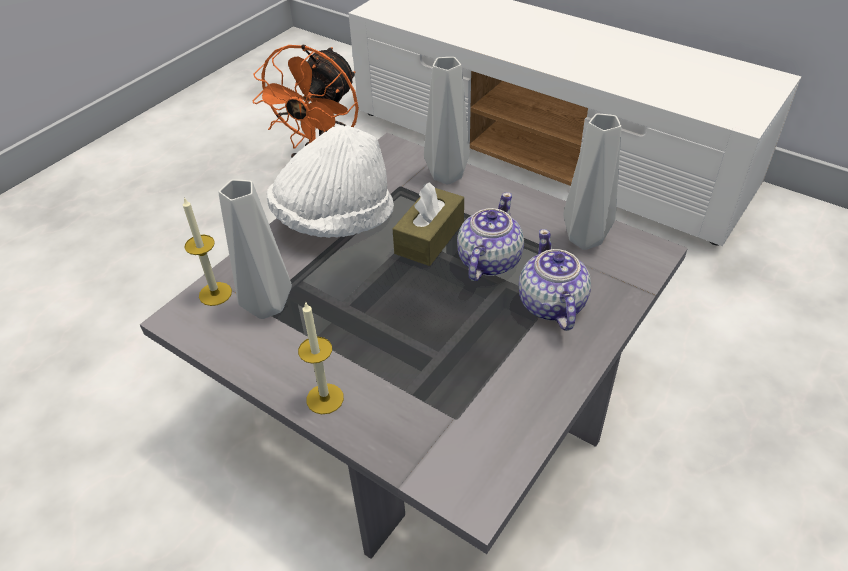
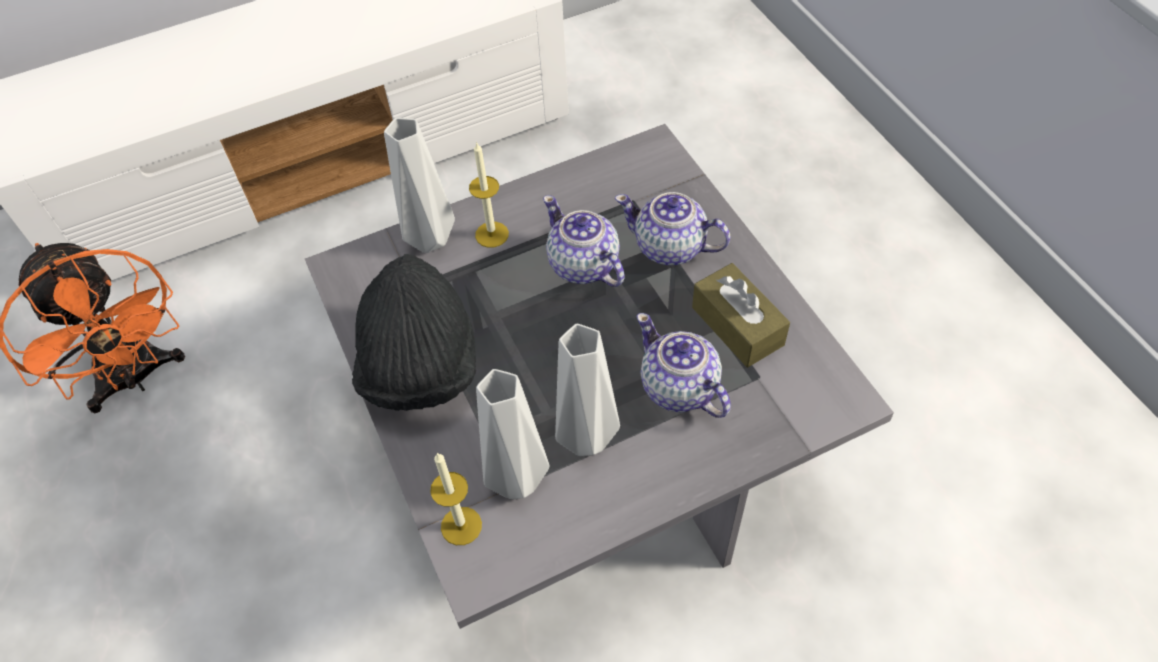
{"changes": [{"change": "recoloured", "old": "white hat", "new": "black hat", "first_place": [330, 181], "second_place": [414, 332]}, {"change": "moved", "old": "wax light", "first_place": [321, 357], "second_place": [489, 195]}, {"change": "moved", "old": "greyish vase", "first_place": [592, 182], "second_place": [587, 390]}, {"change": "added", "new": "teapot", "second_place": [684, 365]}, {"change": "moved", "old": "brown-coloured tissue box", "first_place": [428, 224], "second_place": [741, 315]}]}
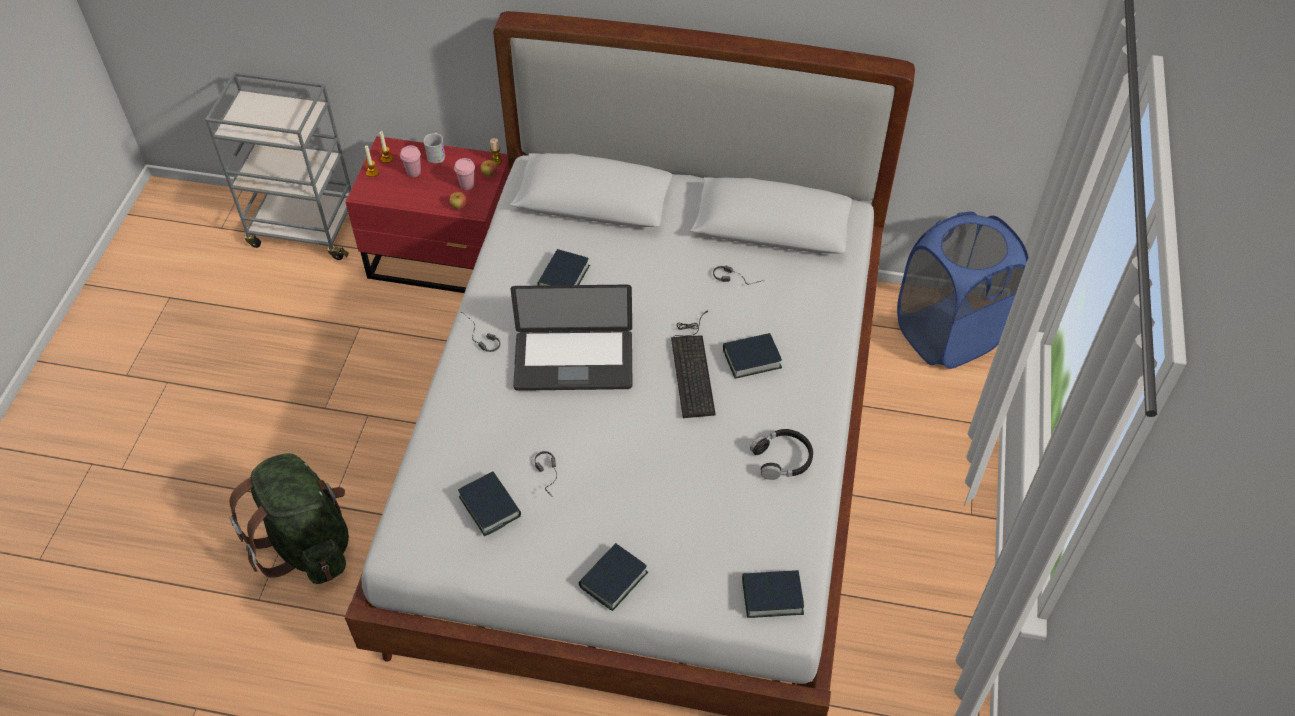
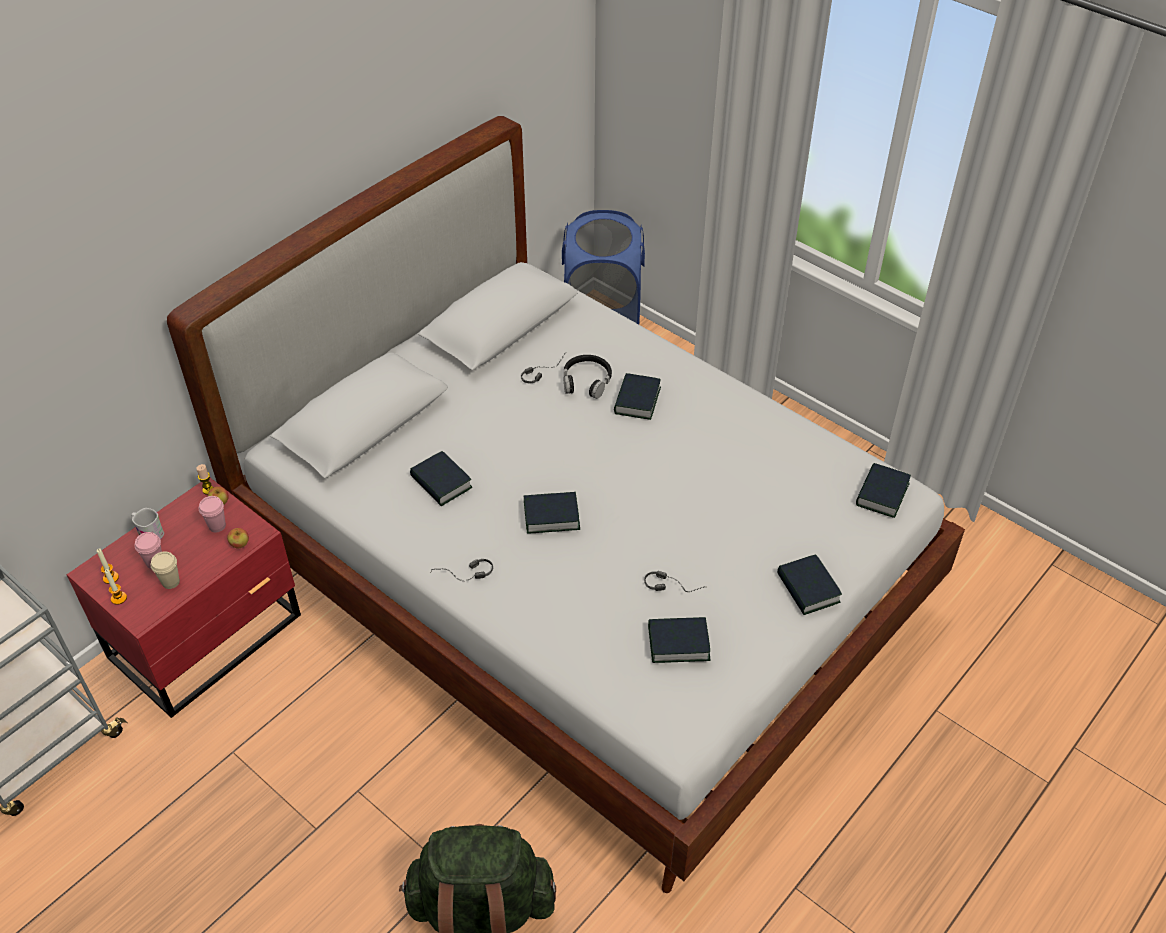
{"changes": [{"change": "added", "new": "beige drinking cup", "second_place": [165, 570]}, {"change": "replaced", "old": "notebook computer", "new": "book", "first_place": [572, 338], "second_place": [552, 513]}, {"change": "moved", "old": "black pair of headphones", "first_place": [781, 454], "second_place": [588, 377]}, {"change": "removed", "old": "computer keyboard", "first_place": [693, 364]}]}
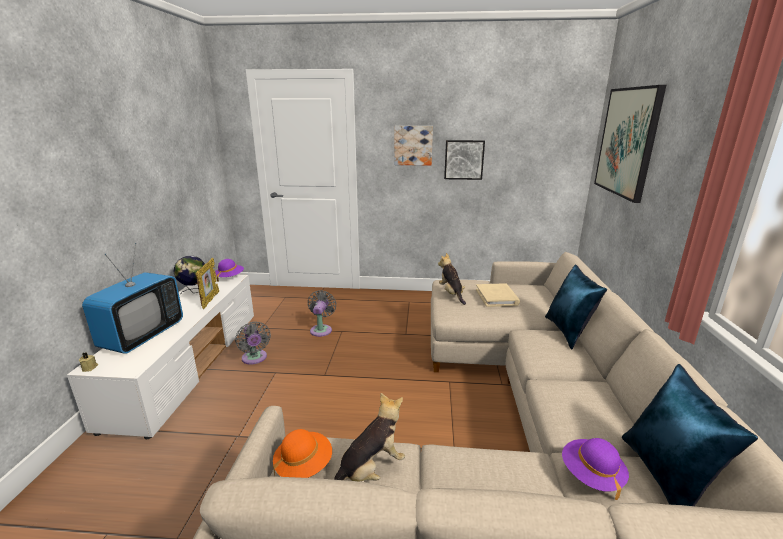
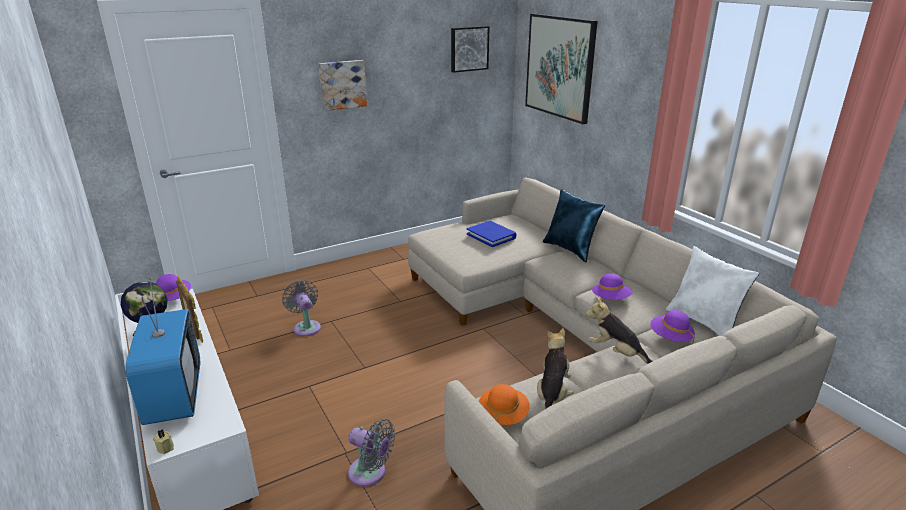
{"changes": [{"change": "moved", "old": "greyish fan", "first_place": [253, 343], "second_place": [371, 453]}, {"change": "moved", "old": "wall picture", "first_place": [464, 160], "second_place": [470, 49]}, {"change": "recoloured", "old": "beige book", "new": "blue book", "first_place": [498, 295], "second_place": [491, 234]}, {"change": "moved", "old": "soft toy", "first_place": [452, 279], "second_place": [619, 330]}, {"change": "added", "new": "purplish hat", "second_place": [612, 286]}, {"change": "recoloured", "old": "blue cushion", "new": "white cushion", "first_place": [690, 435], "second_place": [712, 291]}]}
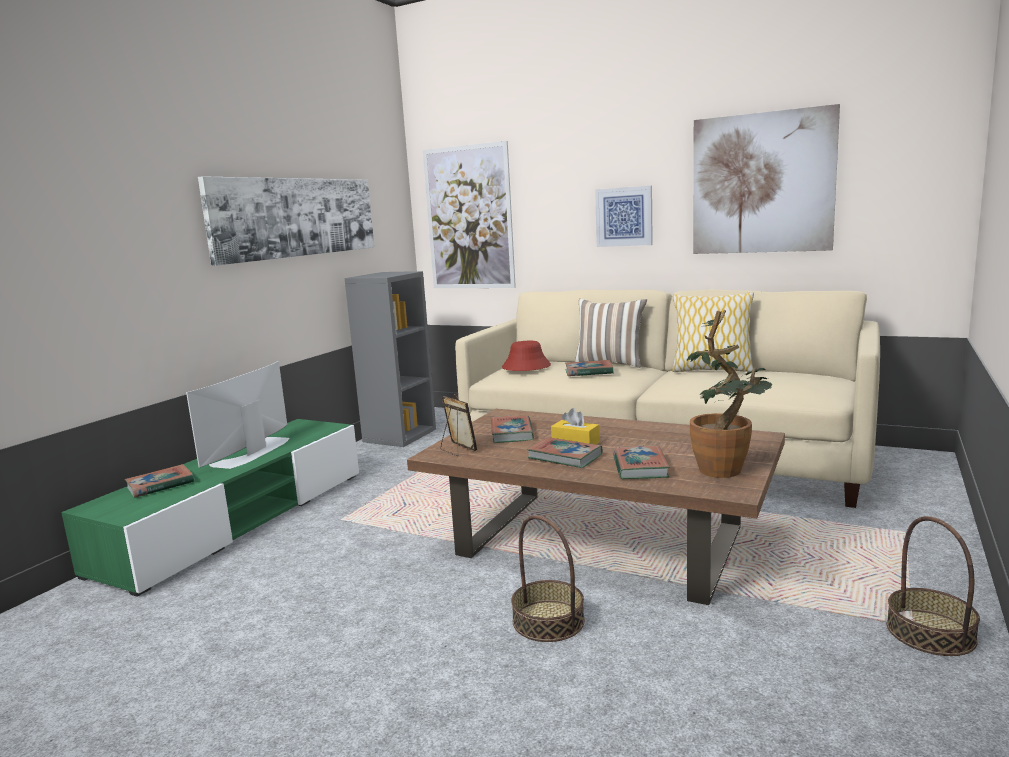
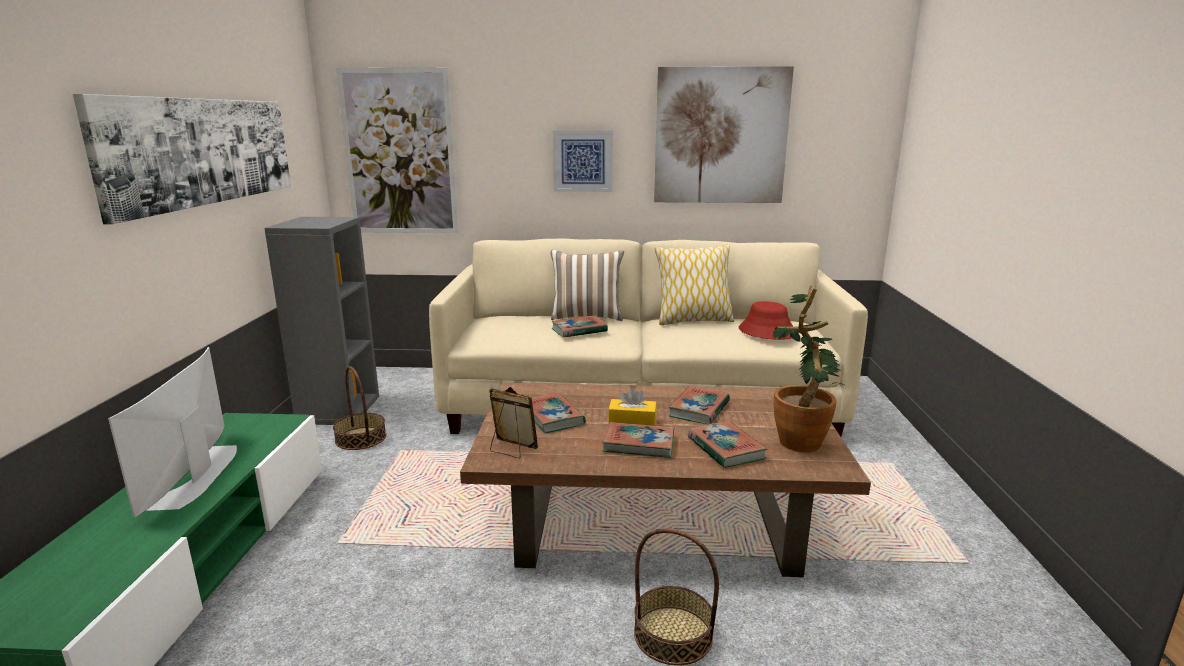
{"changes": [{"change": "moved", "old": "basket", "first_place": [933, 586], "second_place": [359, 408]}, {"change": "moved", "old": "book", "first_place": [159, 481], "second_place": [699, 404]}, {"change": "moved", "old": "reddish hat", "first_place": [526, 356], "second_place": [766, 320]}]}
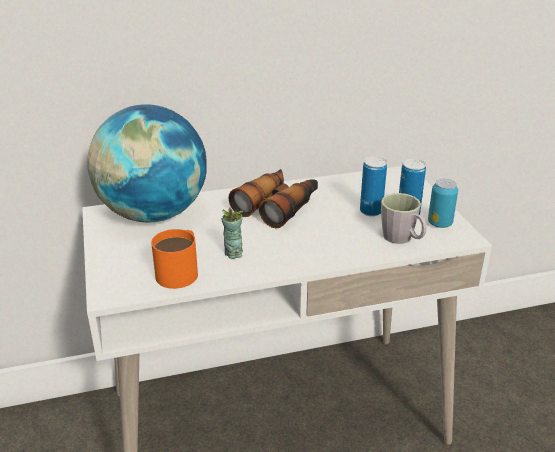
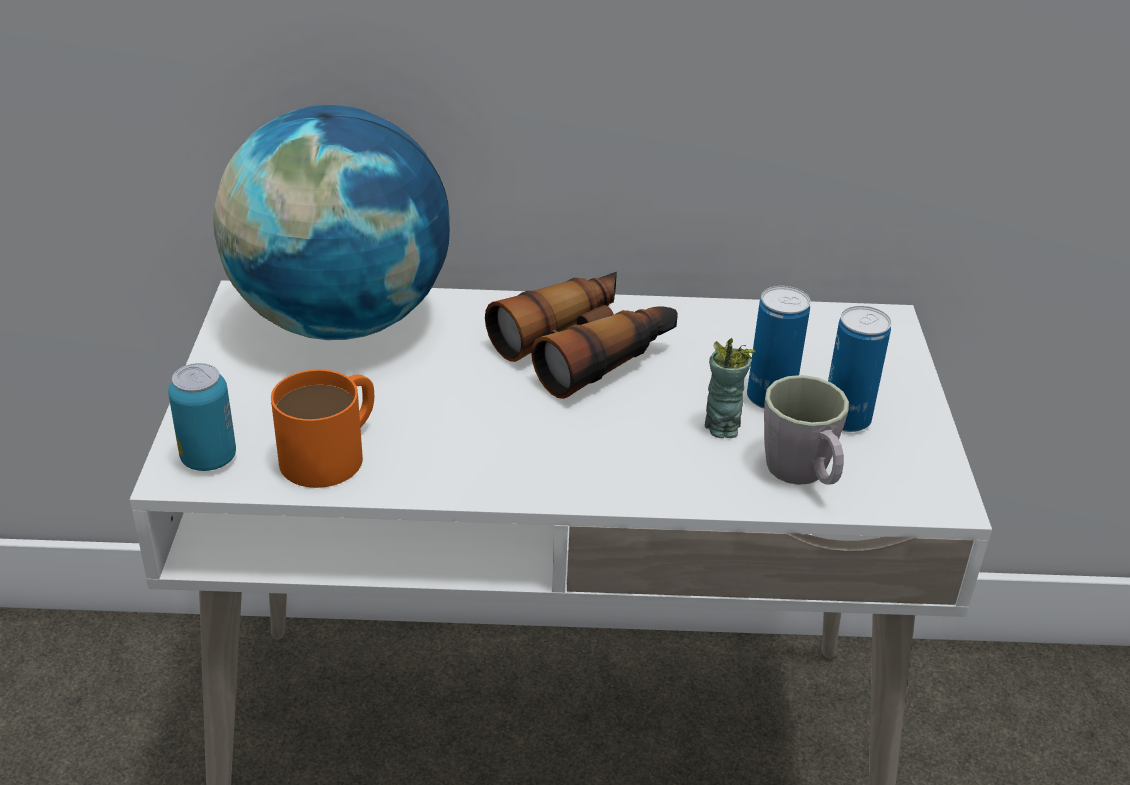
{"changes": [{"change": "moved", "old": "sealed can", "first_place": [443, 203], "second_place": [202, 417]}, {"change": "moved", "old": "drinking cup", "first_place": [233, 233], "second_place": [730, 388]}]}
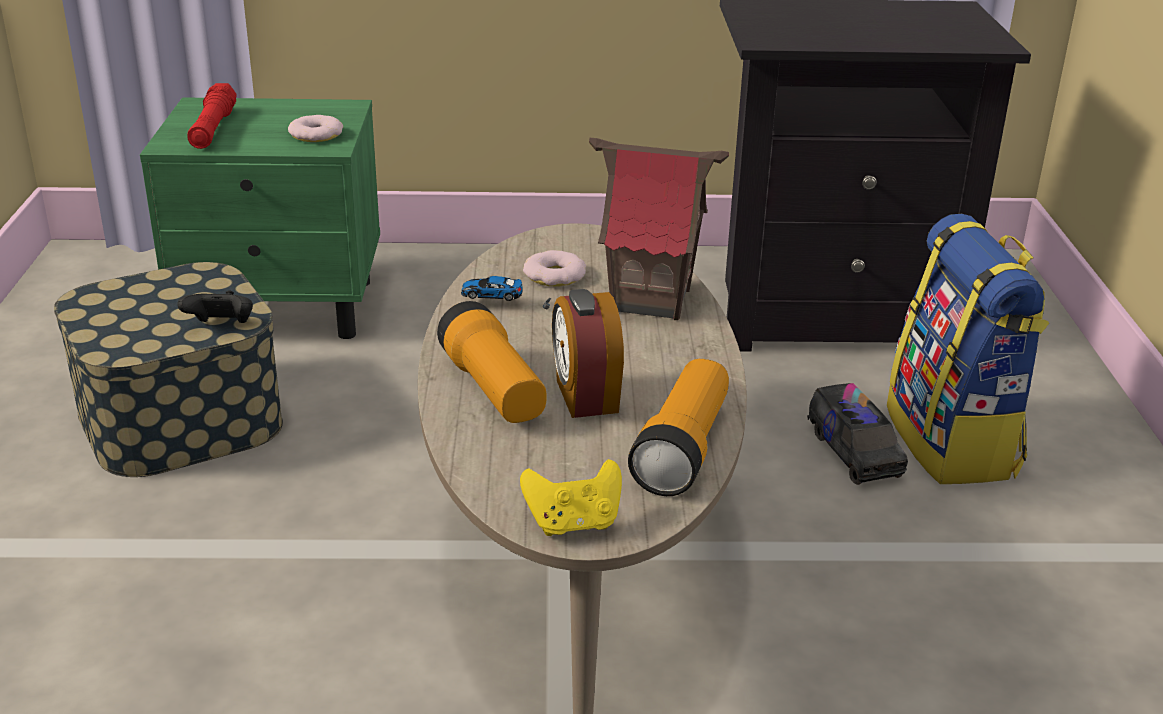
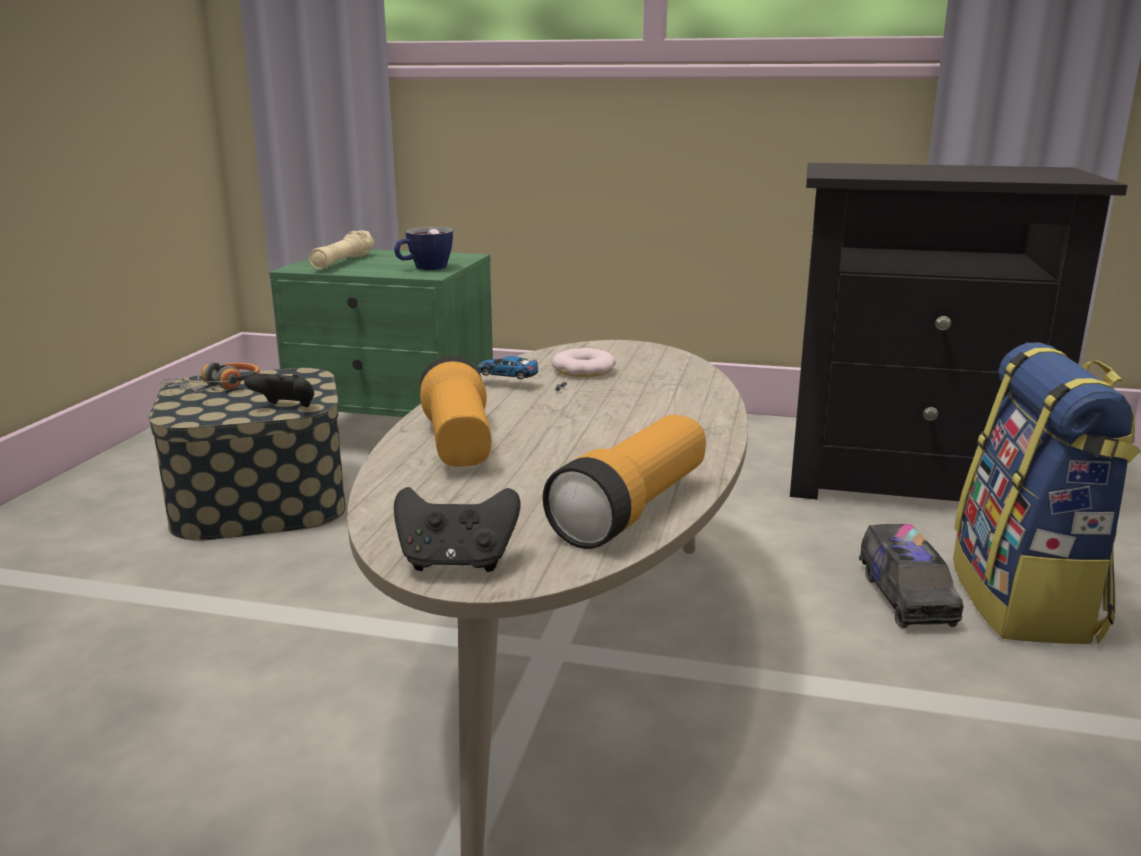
{"changes": [{"change": "added", "new": "pair of headphones", "second_place": [209, 377]}, {"change": "recoloured", "old": "reddish flashlight", "new": "beige flashlight", "first_place": [212, 116], "second_place": [341, 249]}, {"change": "replaced", "old": "ring doughnut", "new": "drinking cup", "first_place": [315, 128], "second_place": [423, 248]}, {"change": "recoloured", "old": "yellow joypad", "new": "black joypad", "first_place": [571, 497], "second_place": [457, 529]}, {"change": "removed", "old": "bedside clock", "first_place": [588, 353]}, {"change": "removed", "old": "toy house", "first_place": [659, 229]}]}
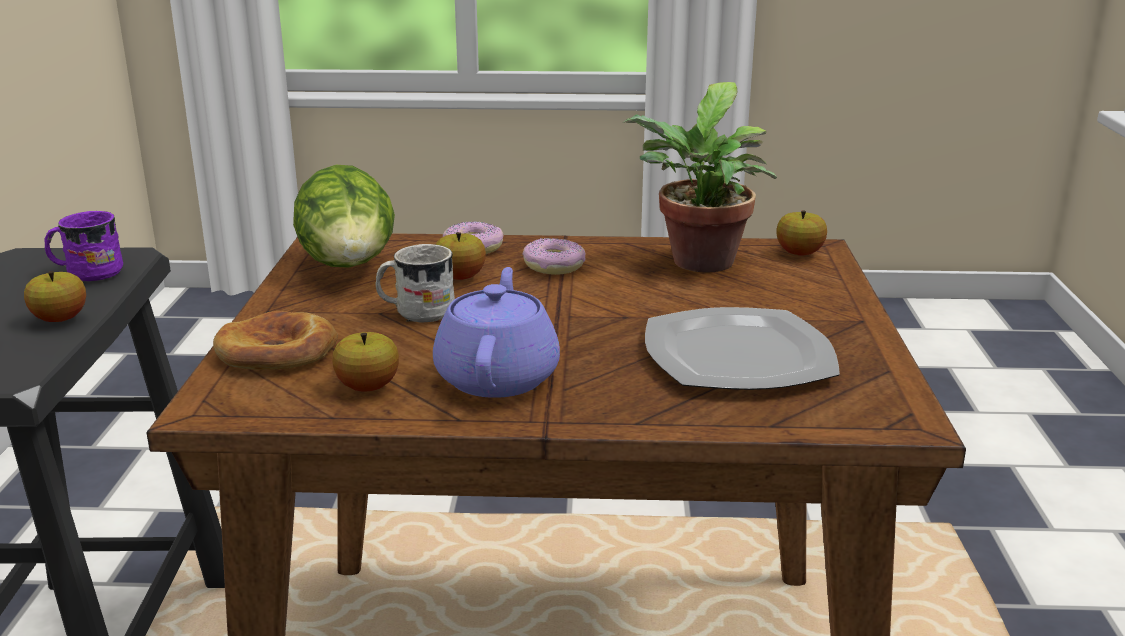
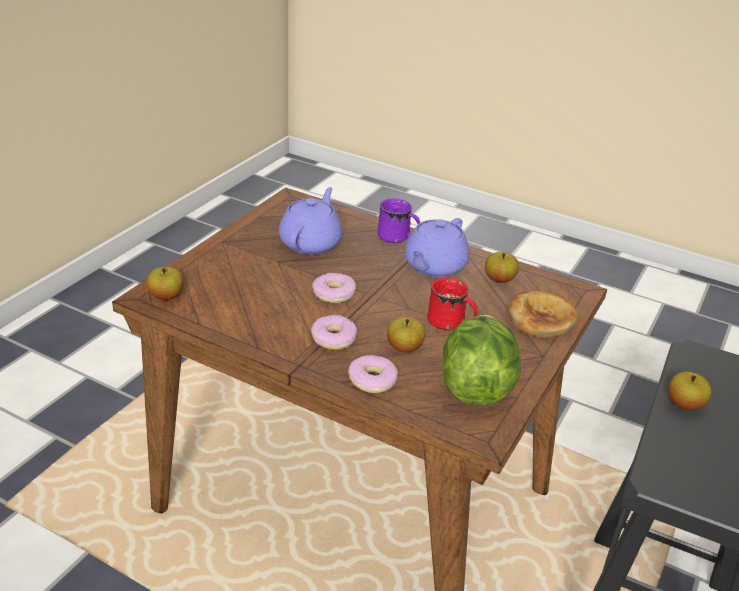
{"changes": [{"change": "replaced", "old": "flat dish", "new": "purplish teapot", "first_place": [742, 348], "second_place": [310, 221]}, {"change": "added", "new": "ring doughnut", "second_place": [334, 288]}, {"change": "moved", "old": "purplish mug", "first_place": [83, 246], "second_place": [399, 220]}, {"change": "recoloured", "old": "white mug", "new": "reddish mug", "first_place": [415, 283], "second_place": [452, 304]}, {"change": "removed", "old": "houseplant", "first_place": [700, 177]}]}
